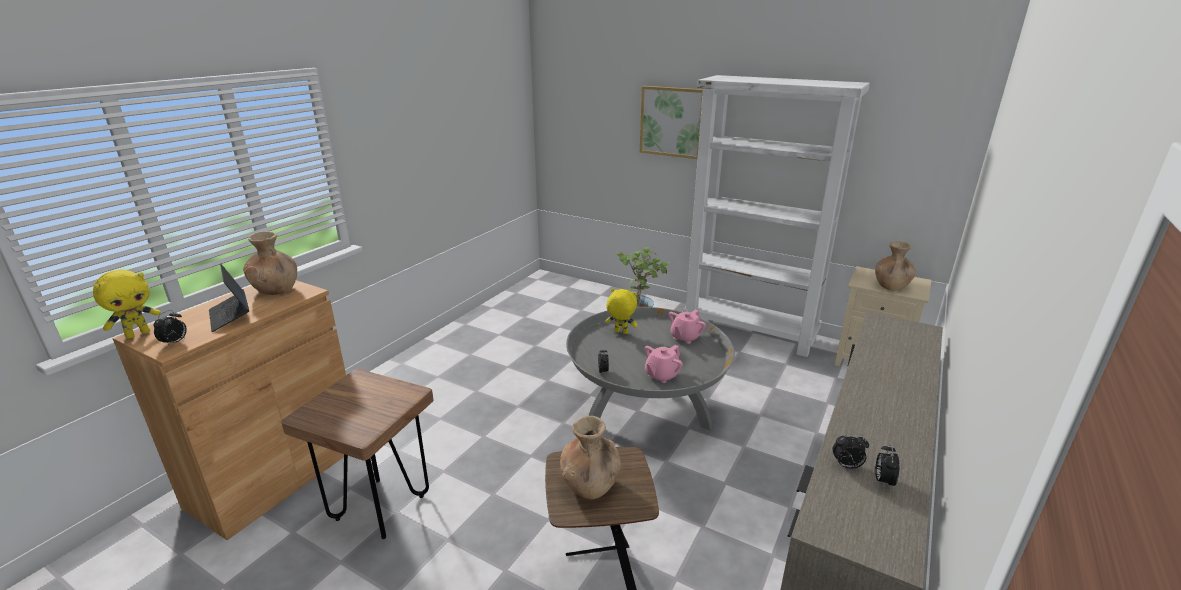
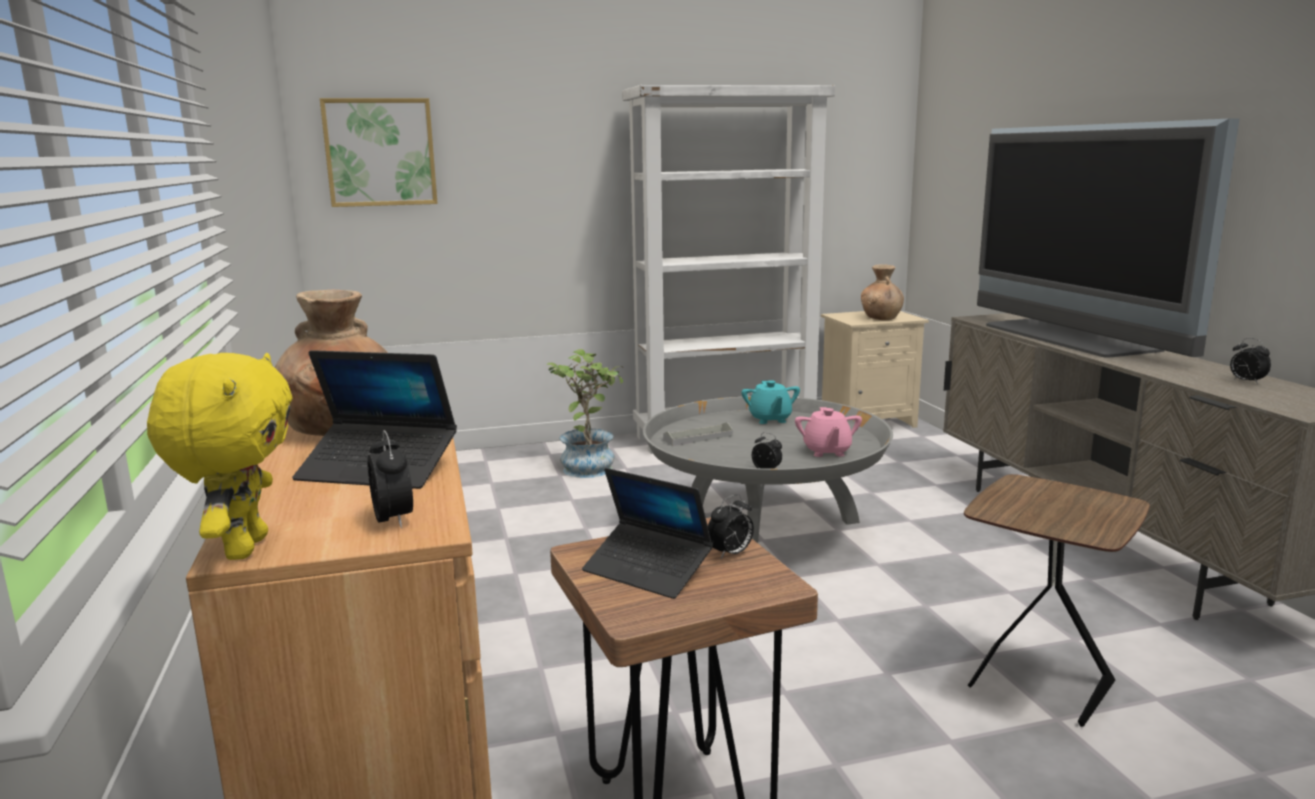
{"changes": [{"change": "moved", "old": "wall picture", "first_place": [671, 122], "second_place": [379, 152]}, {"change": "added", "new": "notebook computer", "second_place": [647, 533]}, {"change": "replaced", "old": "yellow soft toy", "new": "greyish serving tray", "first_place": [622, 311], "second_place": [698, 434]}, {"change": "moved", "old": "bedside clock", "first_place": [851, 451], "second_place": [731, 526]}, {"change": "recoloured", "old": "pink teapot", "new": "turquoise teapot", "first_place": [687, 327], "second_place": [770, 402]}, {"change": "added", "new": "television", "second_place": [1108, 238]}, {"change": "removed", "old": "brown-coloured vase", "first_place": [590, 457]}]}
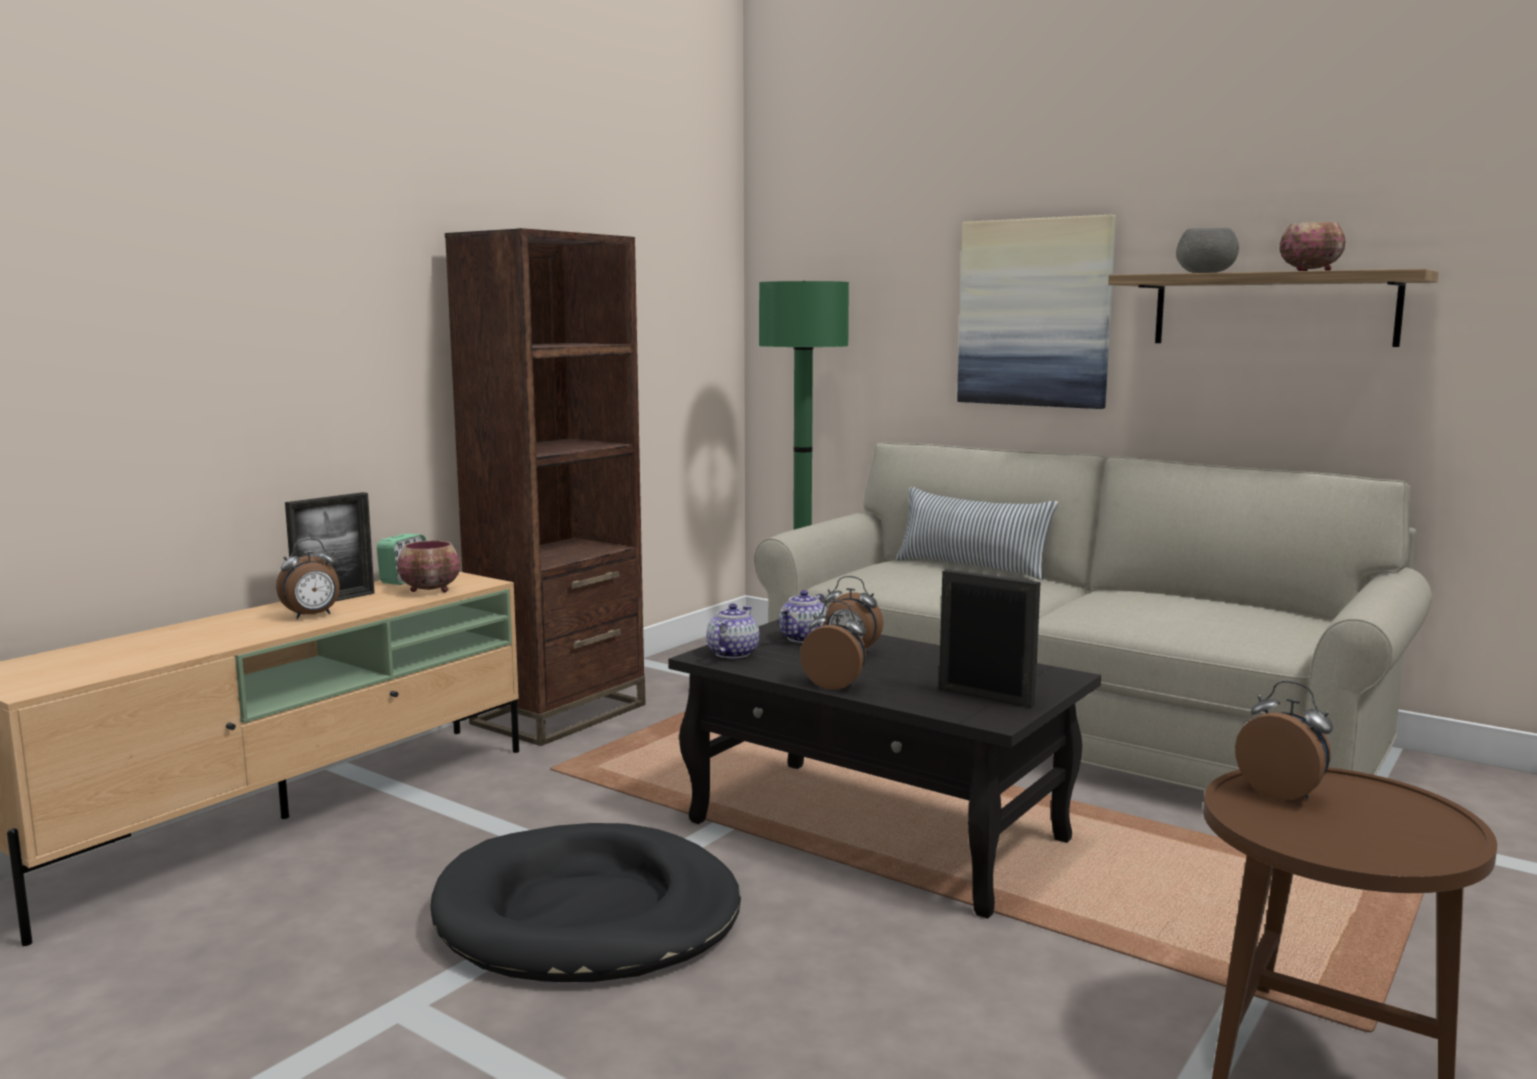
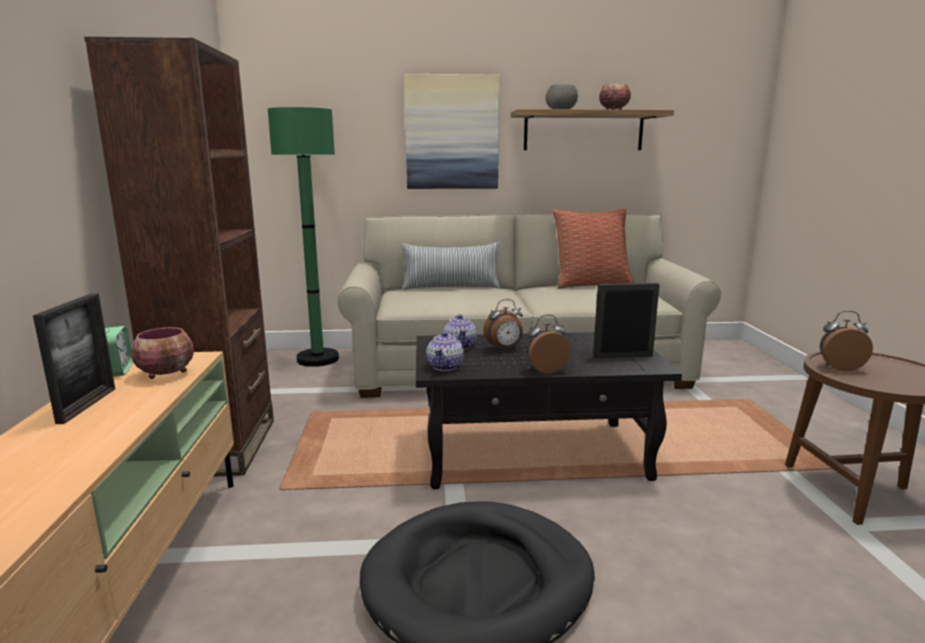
{"changes": [{"change": "turned", "old": "teapot", "first_place": [733, 630], "second_place": [445, 351], "degrees": -150}, {"change": "added", "new": "cushion", "second_place": [593, 249]}, {"change": "removed", "old": "bedside clock", "first_place": [308, 578]}]}
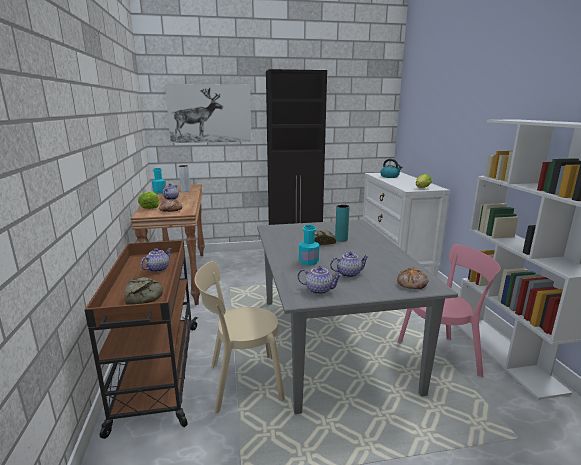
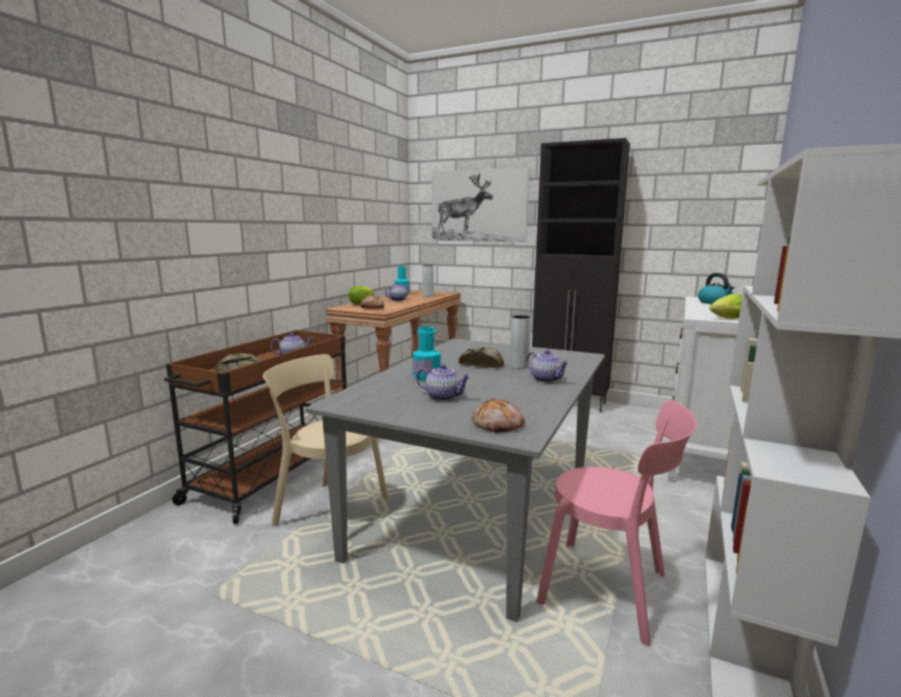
{"changes": [{"change": "recoloured", "old": "turquoise vase", "new": "greyish vase", "first_place": [342, 223], "second_place": [520, 342]}, {"change": "moved", "old": "teapot", "first_place": [320, 280], "second_place": [547, 366]}]}
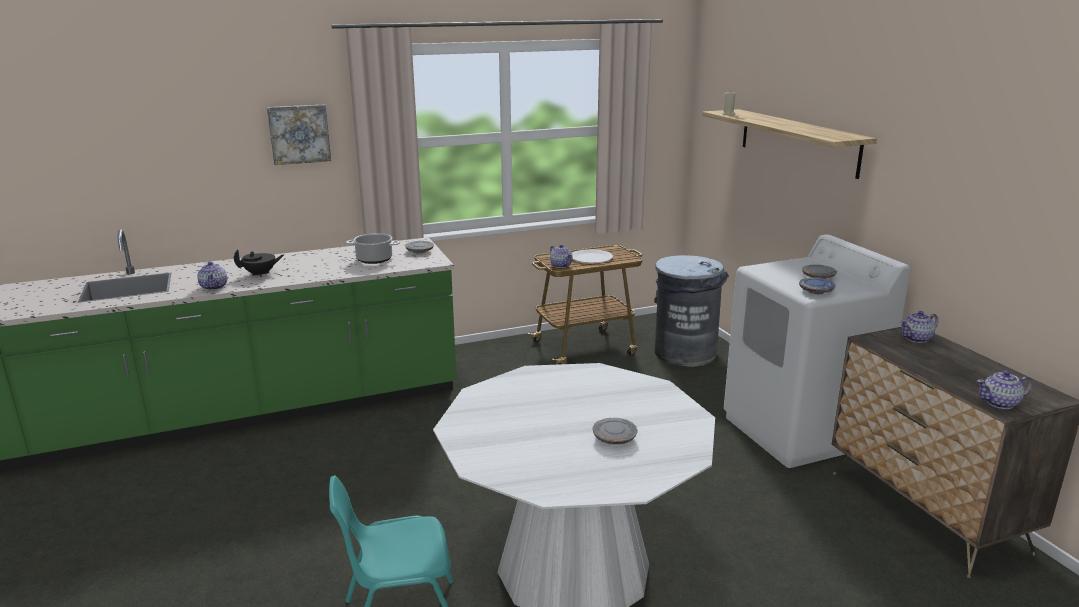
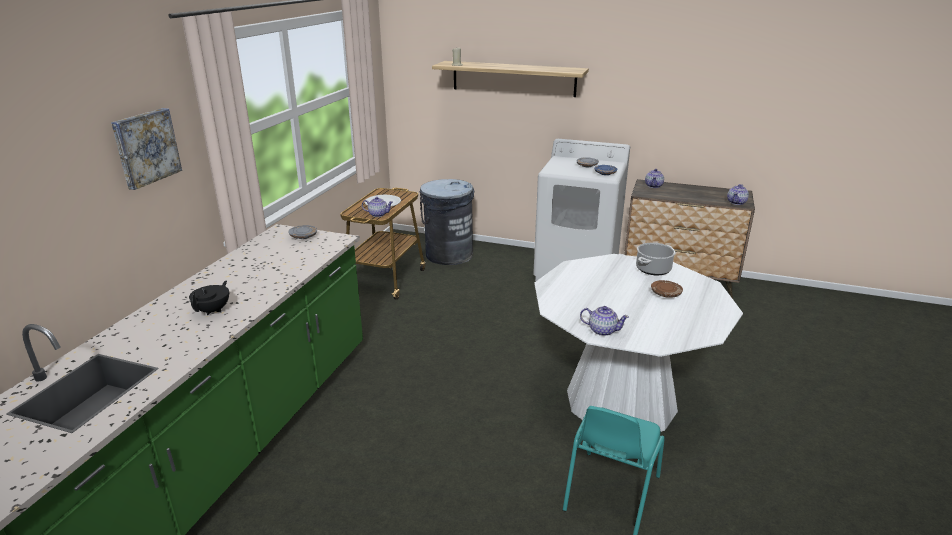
{"changes": [{"change": "moved", "old": "teapot", "first_place": [212, 276], "second_place": [604, 321]}, {"change": "moved", "old": "cooking pot", "first_place": [373, 248], "second_place": [655, 259]}, {"change": "recoloured", "old": "greyish flat dish", "new": "brown-coloured flat dish", "first_place": [615, 431], "second_place": [667, 289]}]}
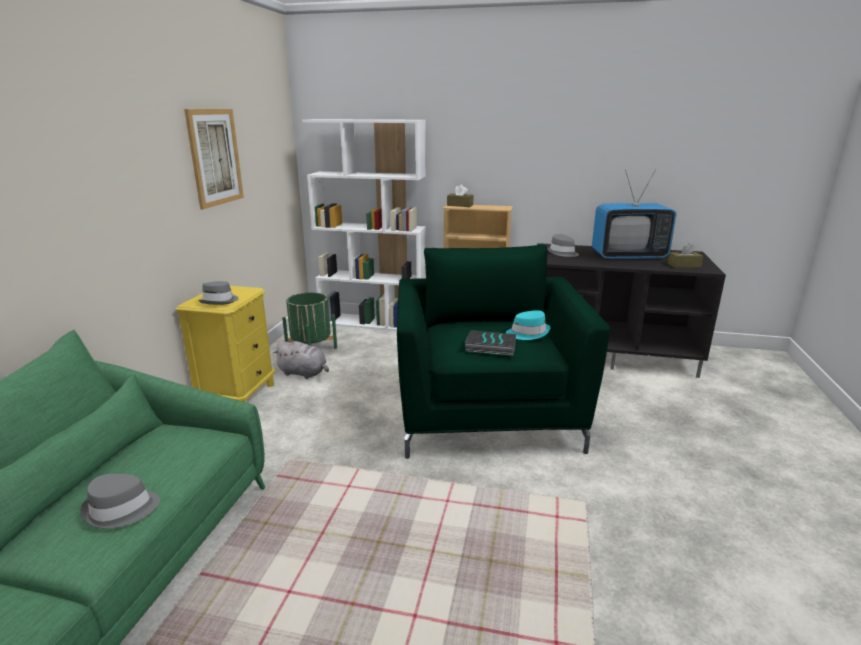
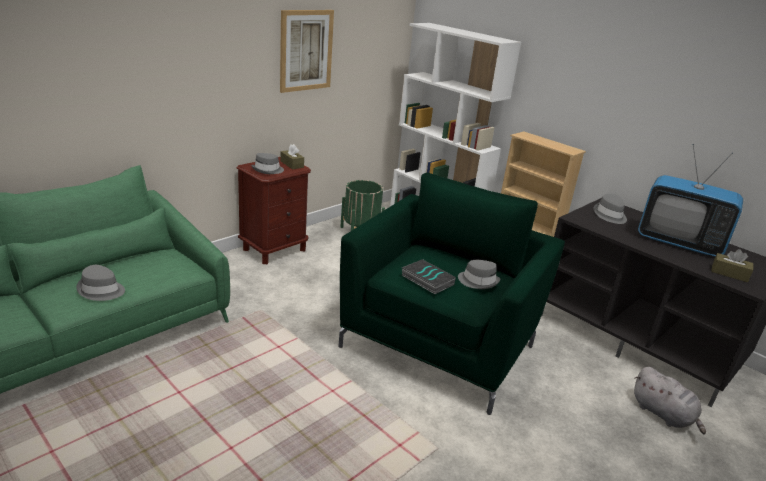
{"changes": [{"change": "recoloured", "old": "yellow bedside table", "new": "brown-coloured bedside table", "first_place": [225, 344], "second_place": [274, 210]}, {"change": "moved", "old": "brown-coloured tissue box", "first_place": [460, 196], "second_place": [292, 156]}, {"change": "recoloured", "old": "turquoise hat", "new": "greyish hat", "first_place": [528, 325], "second_place": [479, 274]}, {"change": "moved", "old": "greyish soft toy", "first_place": [301, 359], "second_place": [670, 400]}]}
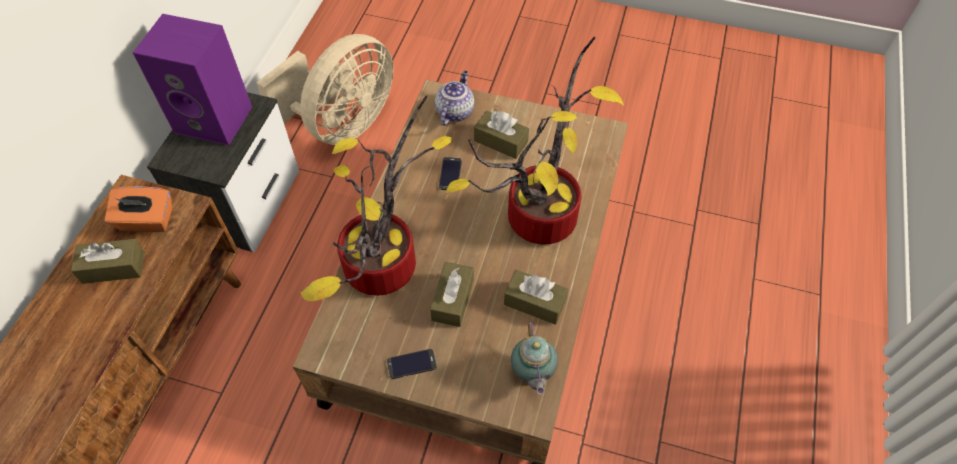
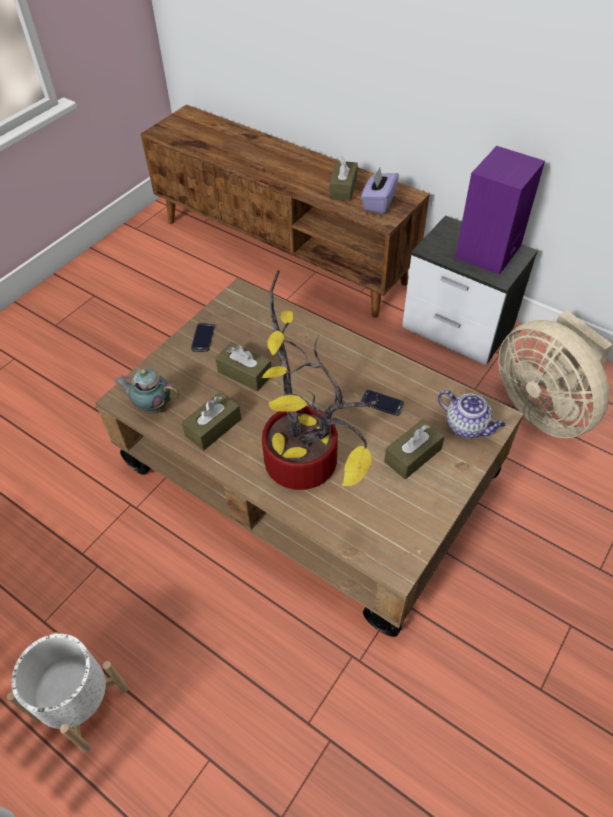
{"changes": [{"change": "added", "new": "white planter", "second_place": [67, 692]}, {"change": "recoloured", "old": "orange tissue box", "new": "purplish tissue box", "first_place": [138, 209], "second_place": [380, 191]}, {"change": "removed", "old": "houseplant", "first_place": [376, 198]}]}
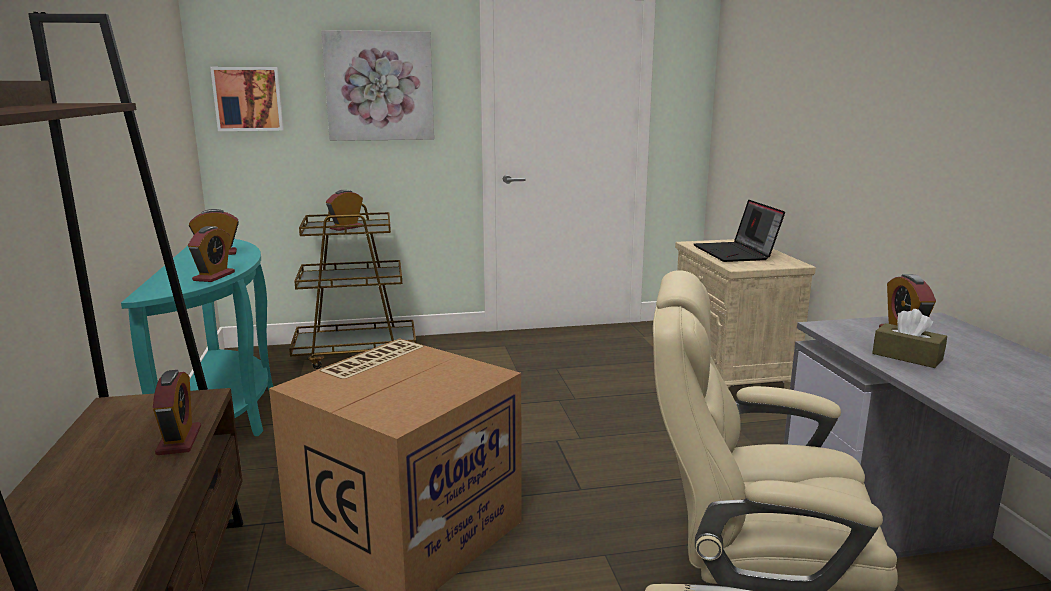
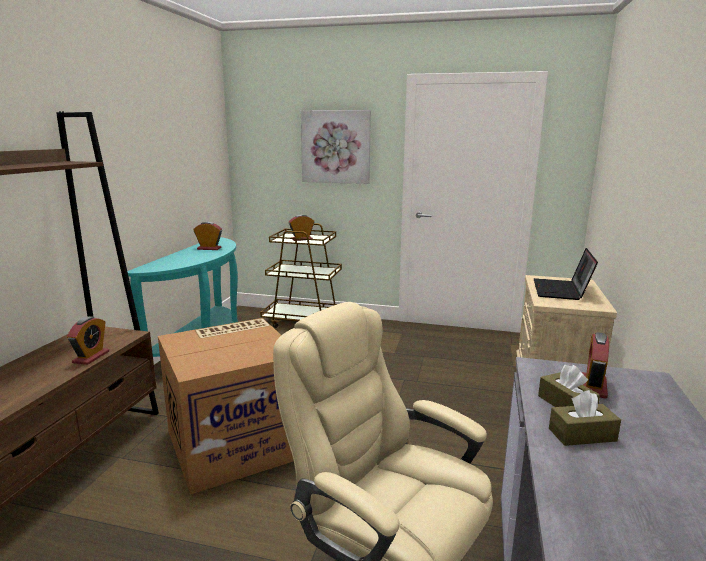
{"changes": [{"change": "added", "new": "brown-coloured tissue box", "second_place": [585, 418]}, {"change": "removed", "old": "bedside clock", "first_place": [211, 254]}, {"change": "removed", "old": "wall picture", "first_place": [247, 99]}]}
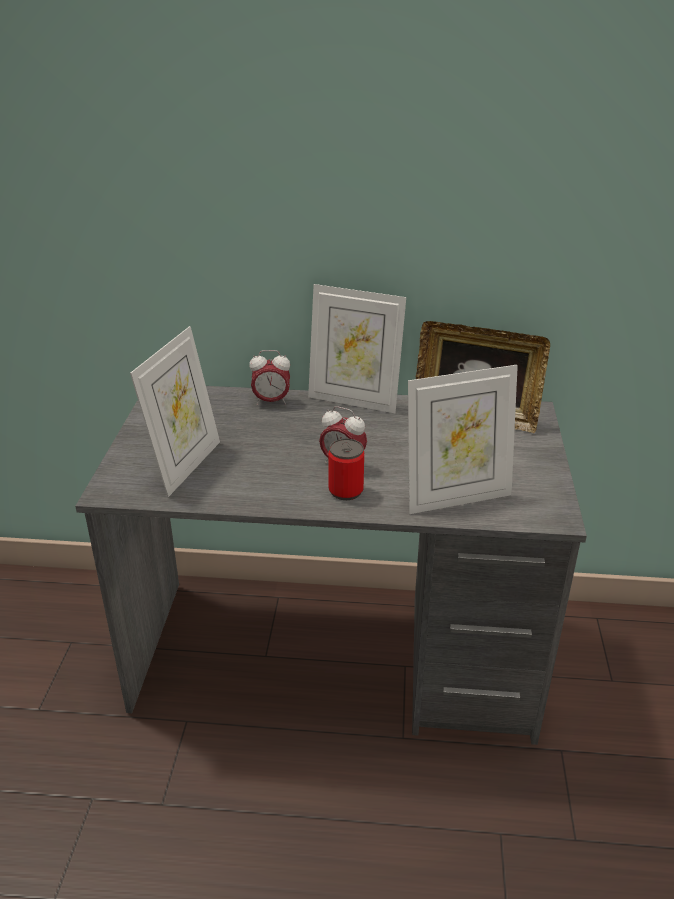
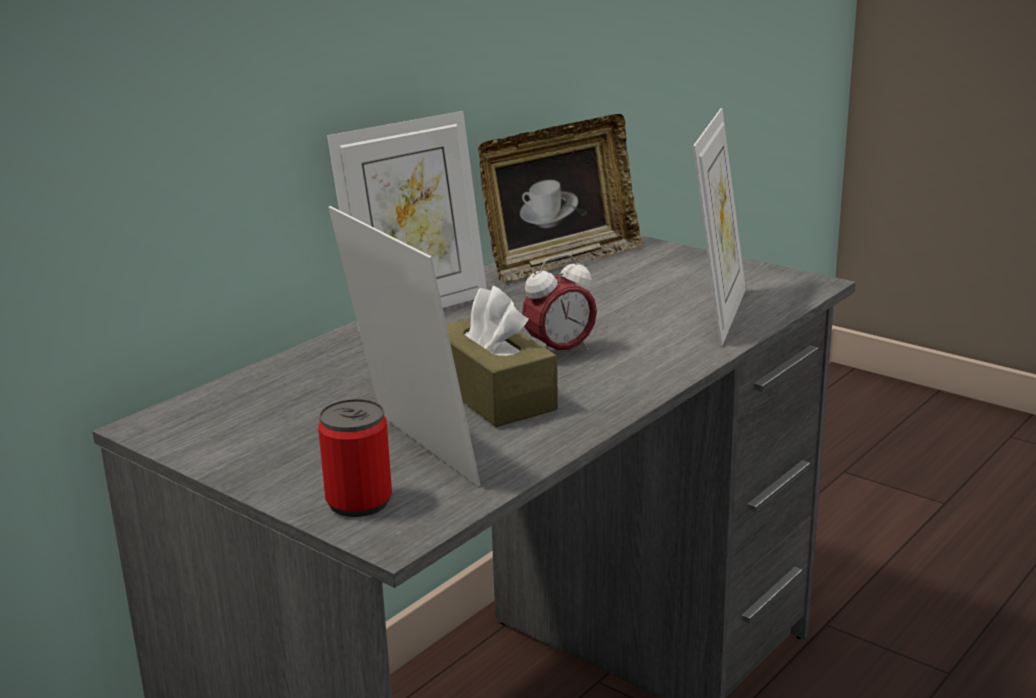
{"changes": [{"change": "moved", "old": "sealed can", "first_place": [346, 469], "second_place": [355, 458]}, {"change": "added", "new": "brown-coloured tissue box", "second_place": [502, 356]}, {"change": "removed", "old": "bedside clock", "first_place": [269, 377]}]}
